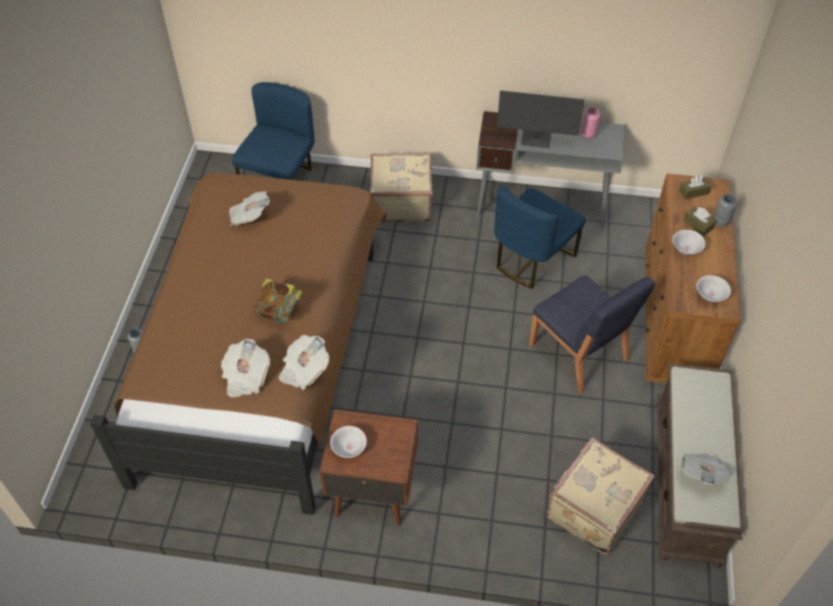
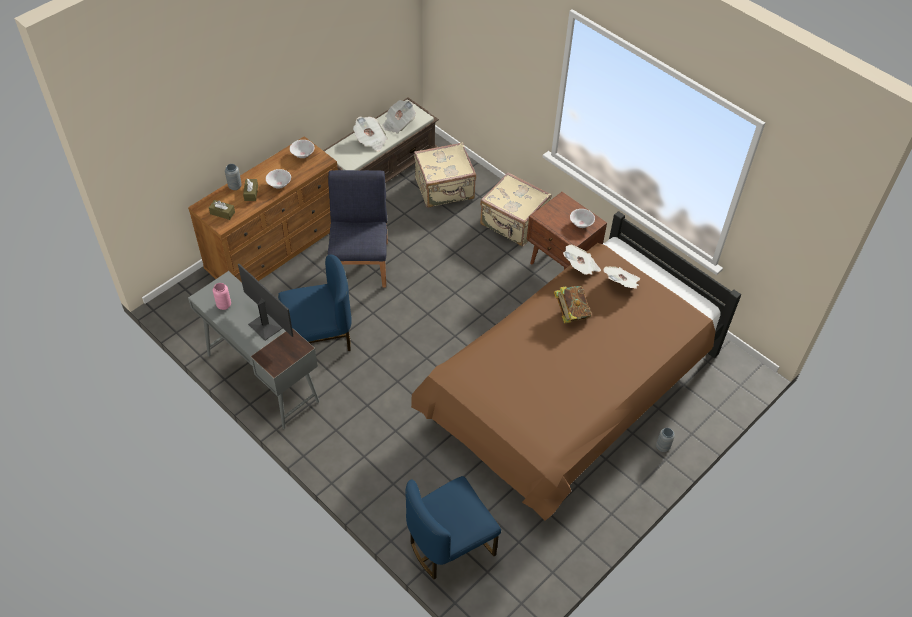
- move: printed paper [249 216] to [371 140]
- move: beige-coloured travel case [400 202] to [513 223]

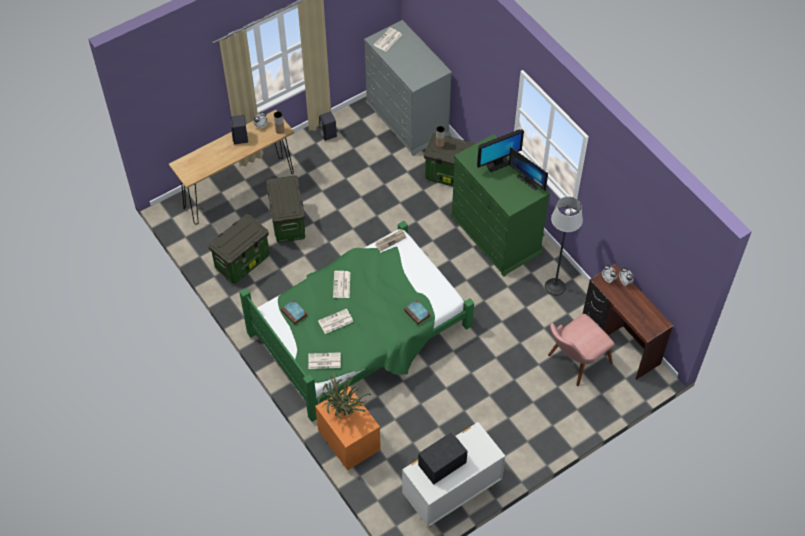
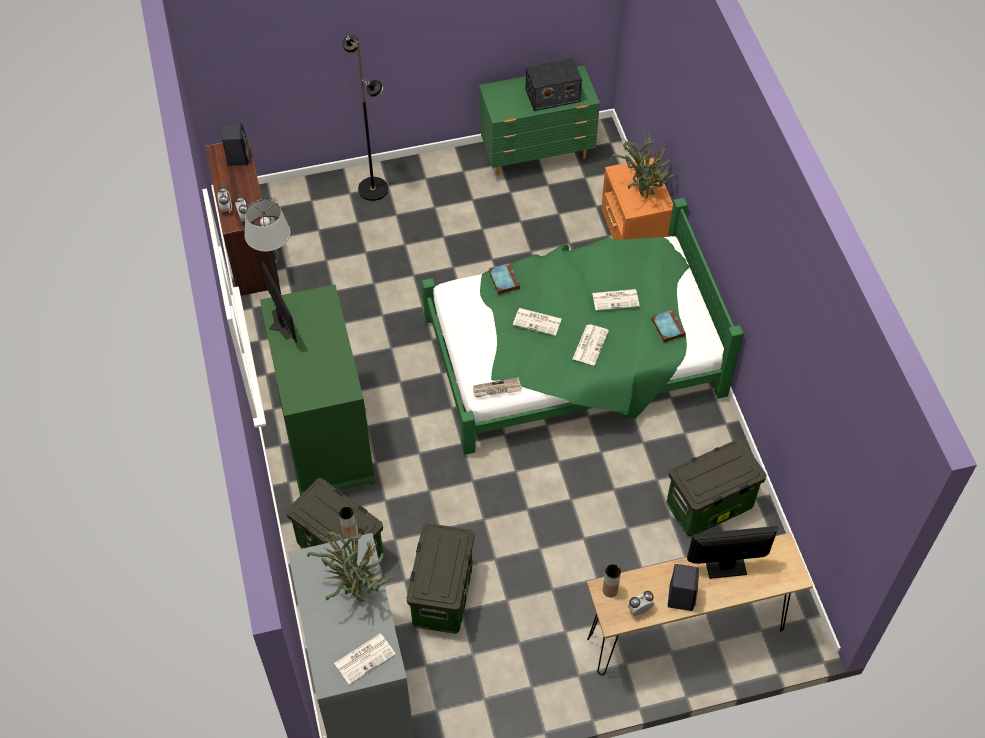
- delete: pink-coloured chair [573 363]
- insert: potted plant [356 587]
- insert: black floor lamp [373 189]
- move: storage bin [288 223] to [442 594]
- move: printed paper [324 361] to [538 322]
- move: black audio speaker [328 134] to [237 156]
- move: computer screen [497 164] to [726 567]
- recolor: whitish dresser [450 494] to green-coloured dresser [537 154]

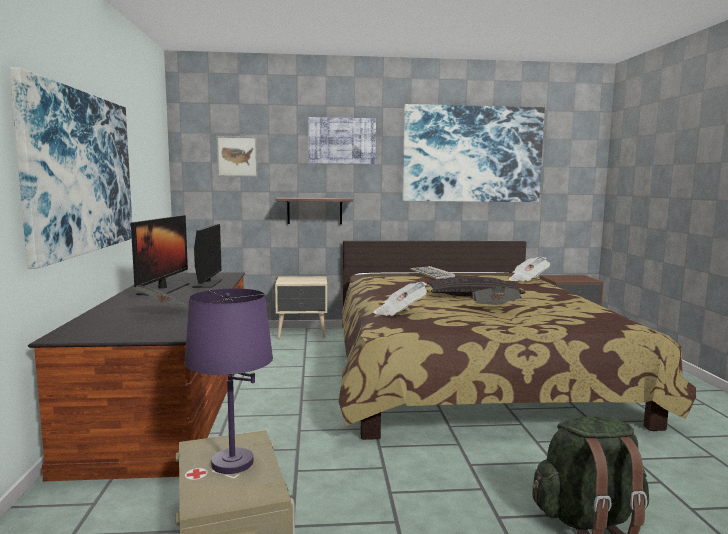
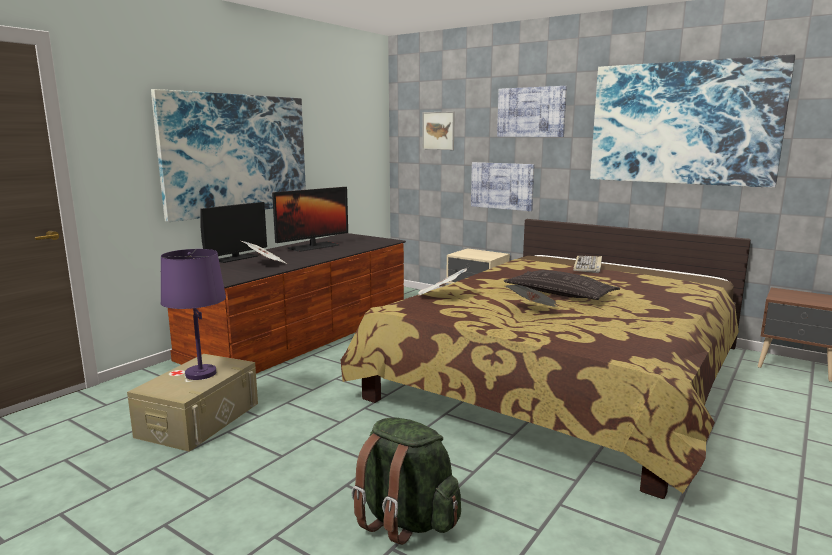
- delete: printed paper [527 279]
- move: computer screen [208 283] to [236 258]
- replace: shelf [314 211] to picture [502 186]

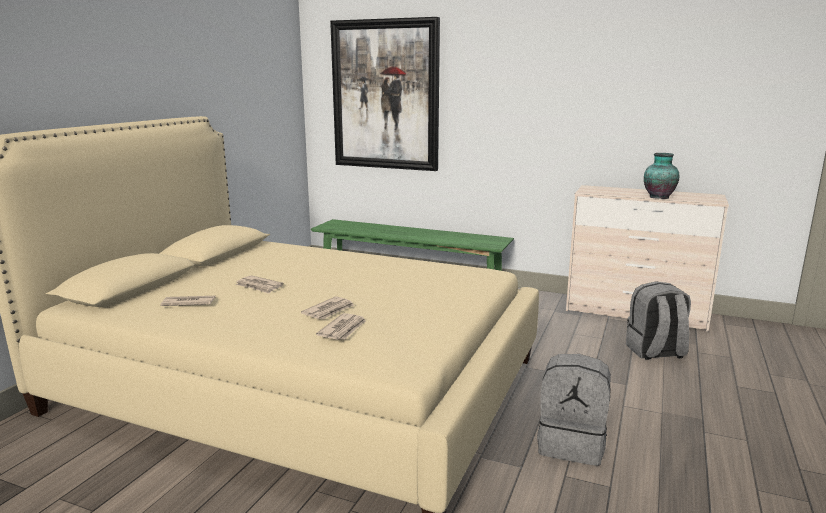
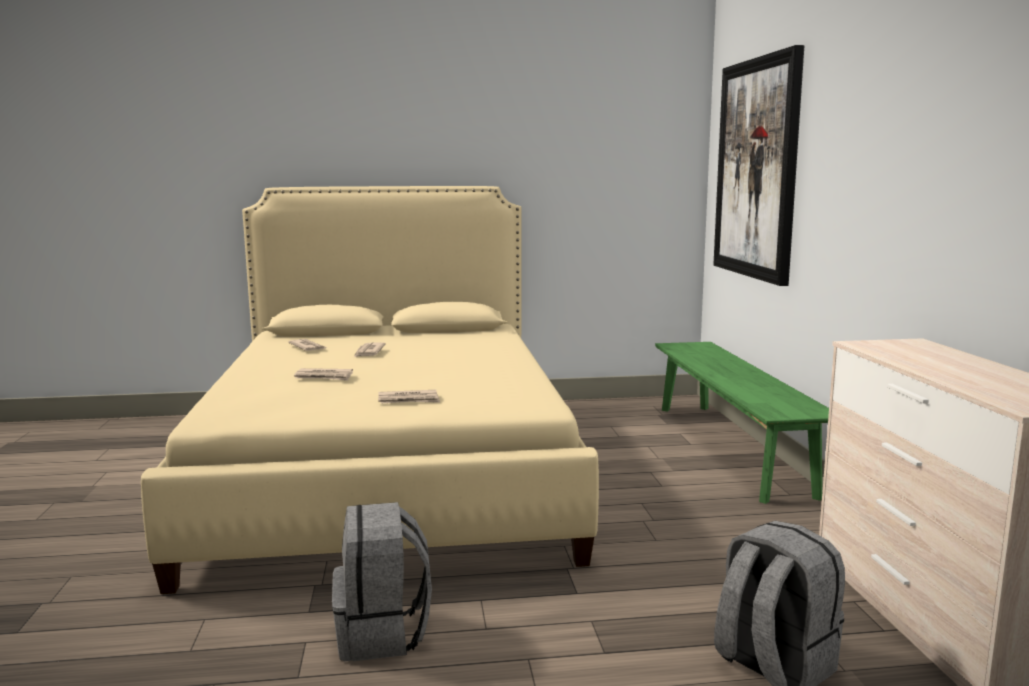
- delete: flower vase [658 197]
- move: printed paper [343 329] to [409 400]

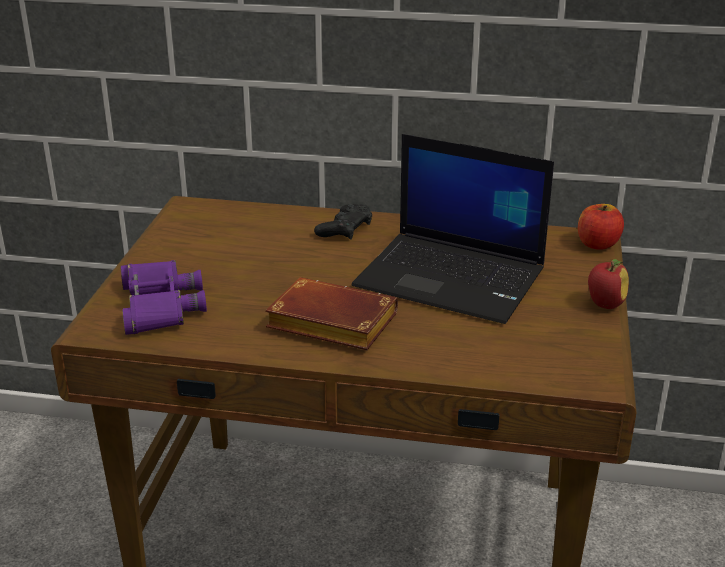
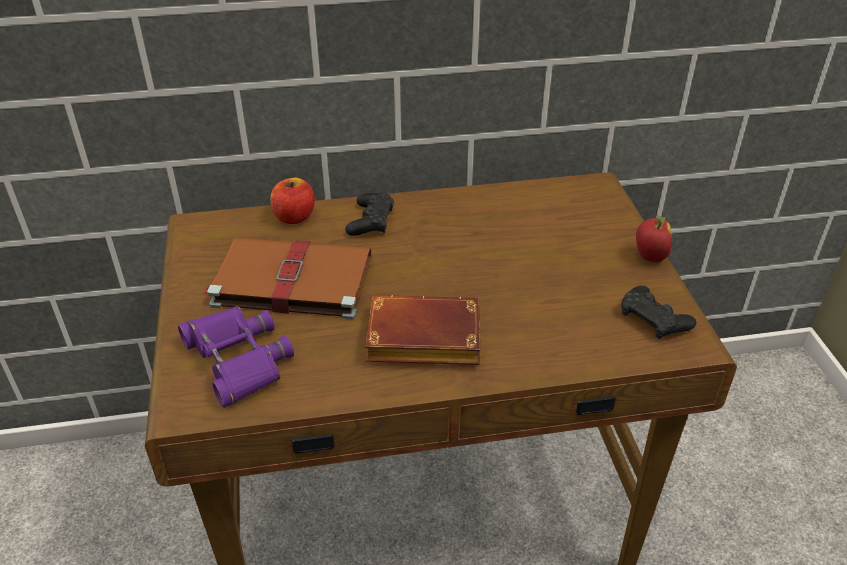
- delete: laptop [453 278]
- insert: brown bound book [290 281]
- insert: black joypad [654 319]
- move: apple fruit [597 244] to [294 217]

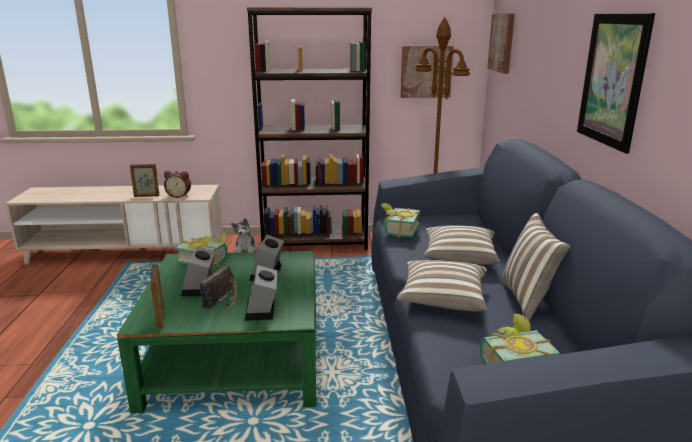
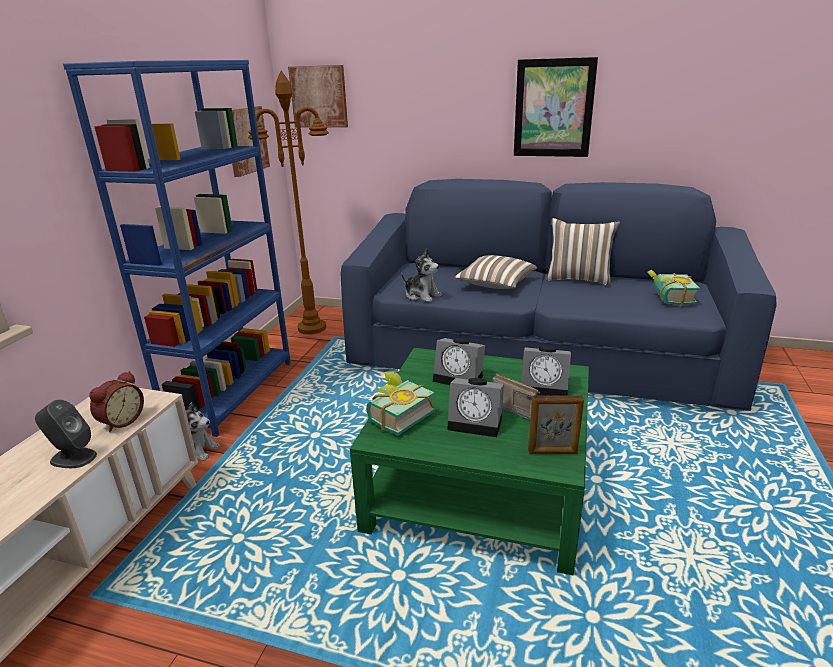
- delete: cushion [442 299]
- replace: picture frame [146 196] to grey audio speaker [73 458]
- replace: bound book [397 230] to plush toy [422 295]
- recolor: brown shelving unit [315 242] to bluish shelving unit [232 392]

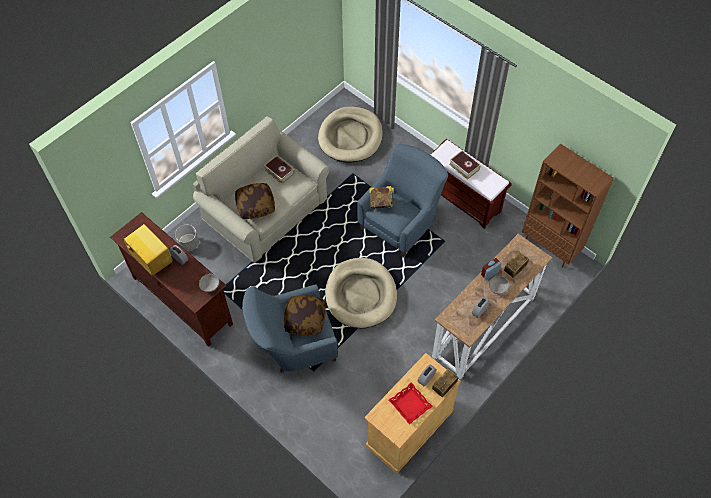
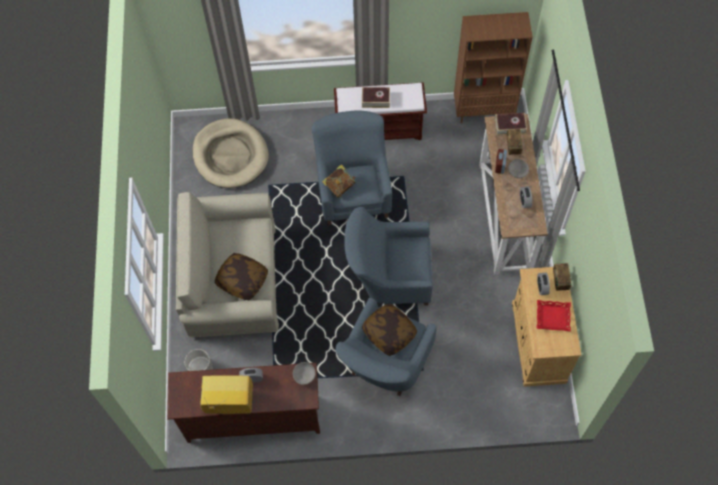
- move: bound book [279 172] to [510 126]
- replace: beige-coloured dog cushion [360 294] to bluish easy chair [389 277]

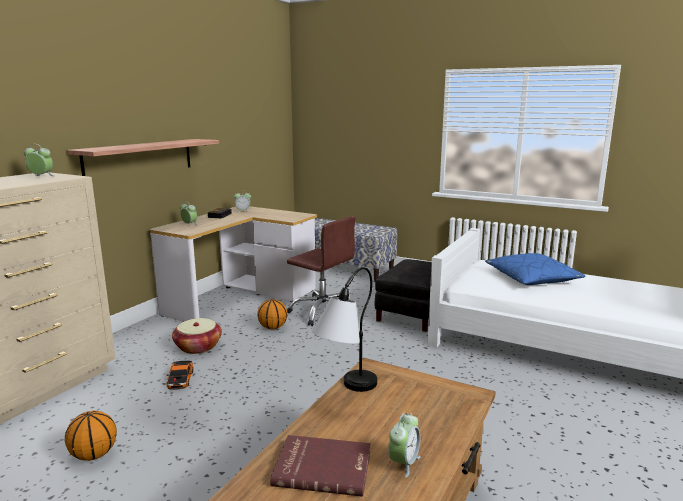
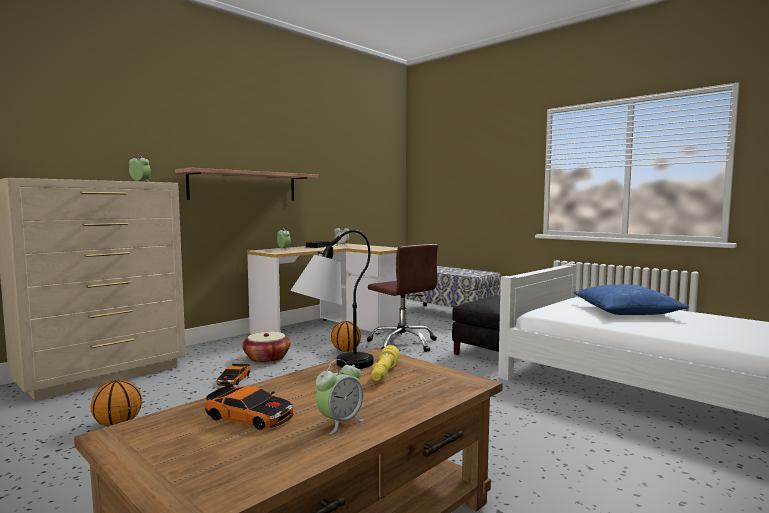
- insert: yellow-coloured torch [384 374]
- replace: red bound book [323 467] to model car [251 415]

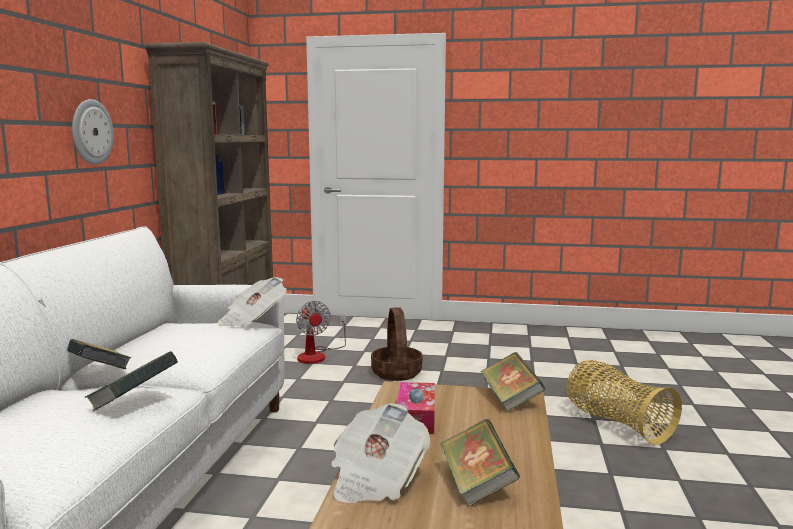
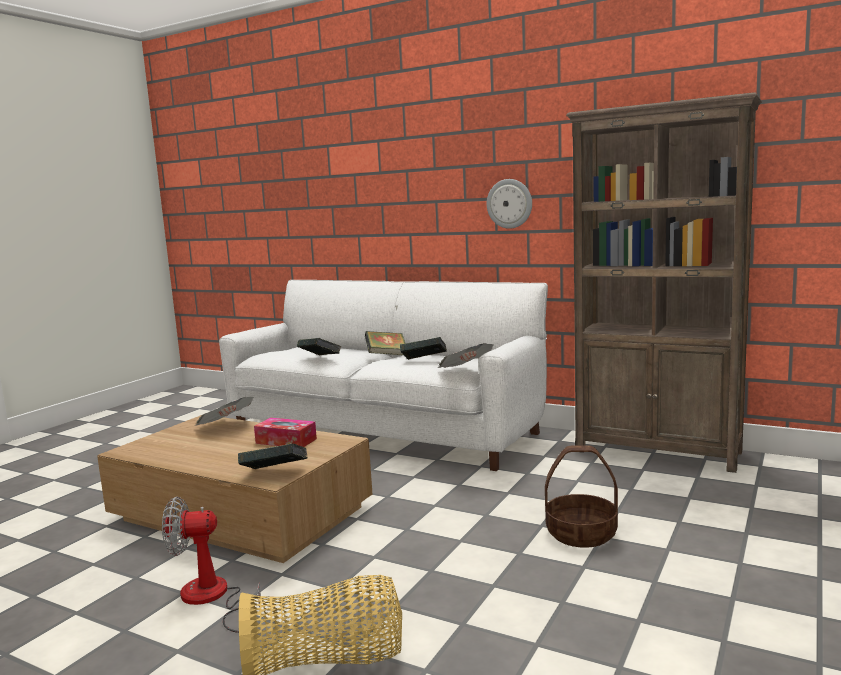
- move: electric fan [317 355] to [212 598]
- move: bound book [477 485] to [424 361]

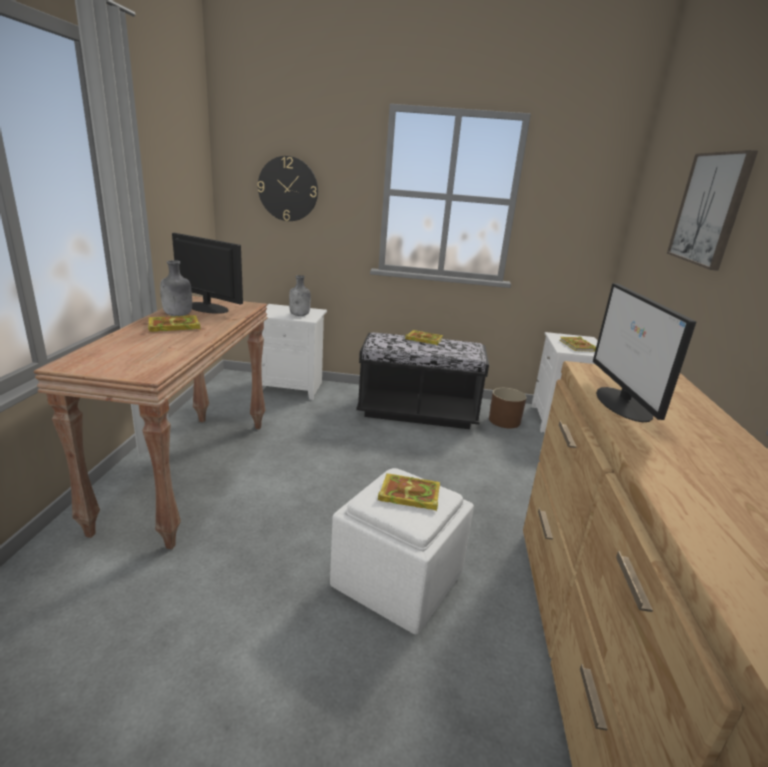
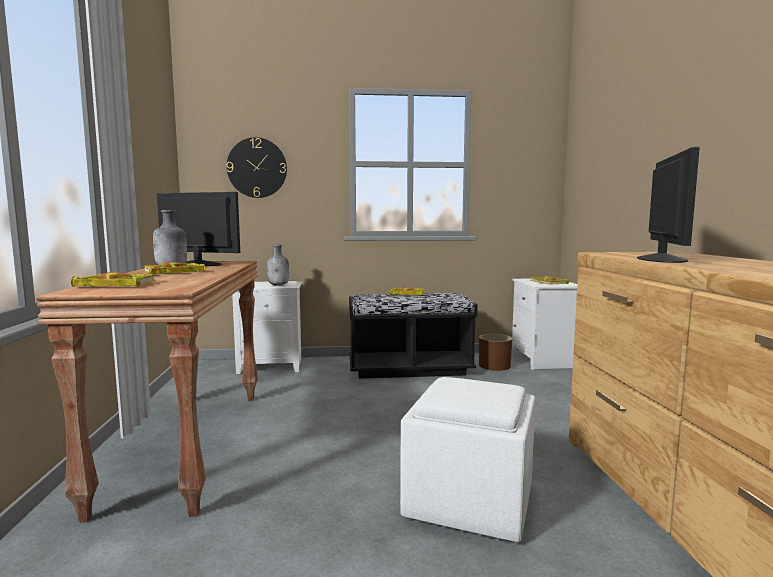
- delete: picture [710 209]
- move: bound book [408 495] to [114 284]
- rotate: computer screen [623 404] = [661 259] 150 degrees counterclockwise

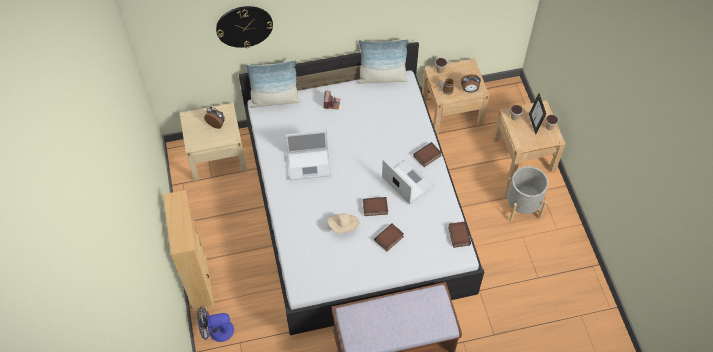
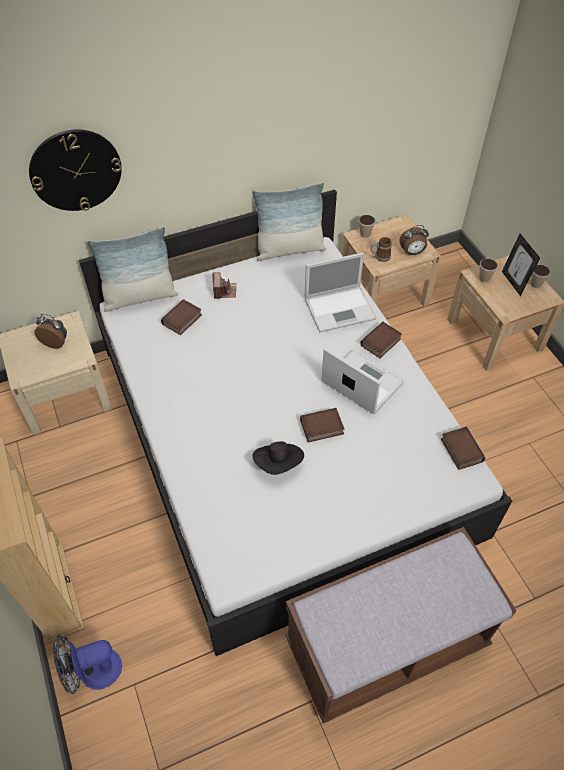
- delete: grey flower pot [522 206]
- move: laptop [310 164] to [341 308]
- move: bound book [389 239] to [182 320]
- recolor: beige-coloured clothing hat [344 226] to black clothing hat [279 463]

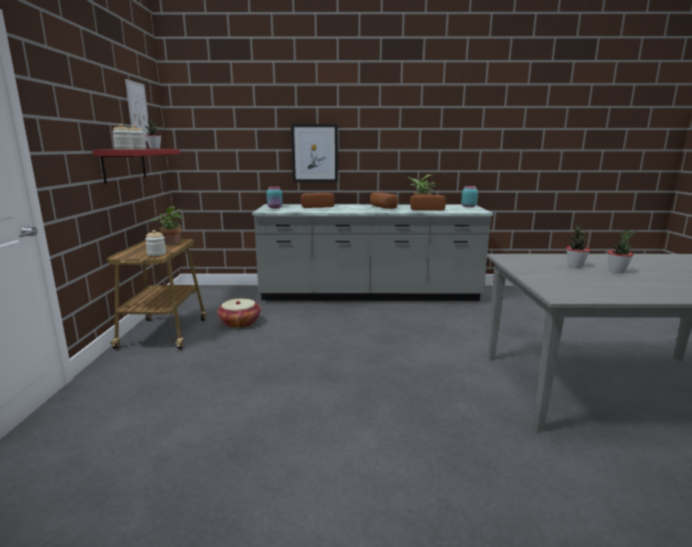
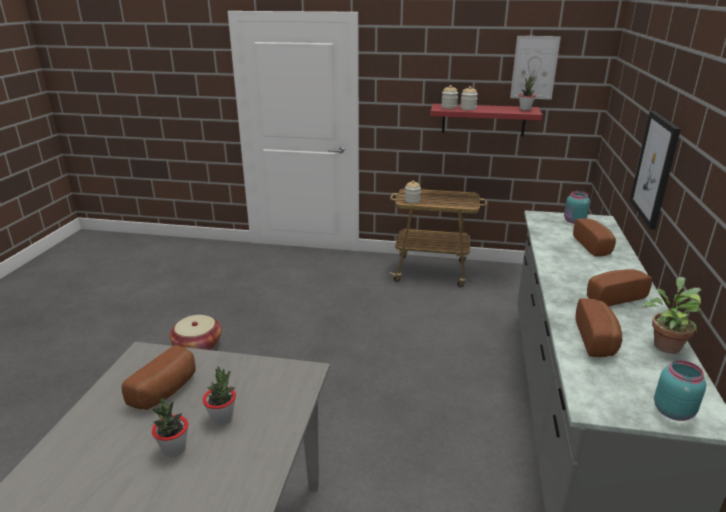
- delete: potted plant [172 242]
- insert: bakery bread [167 390]
- move: household basket [239 323] to [197 345]

